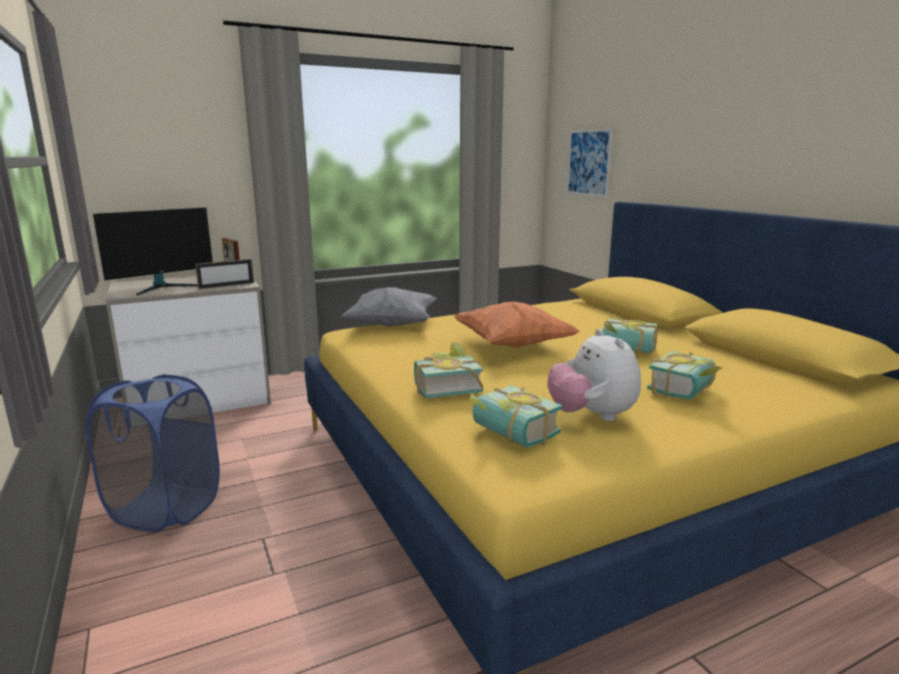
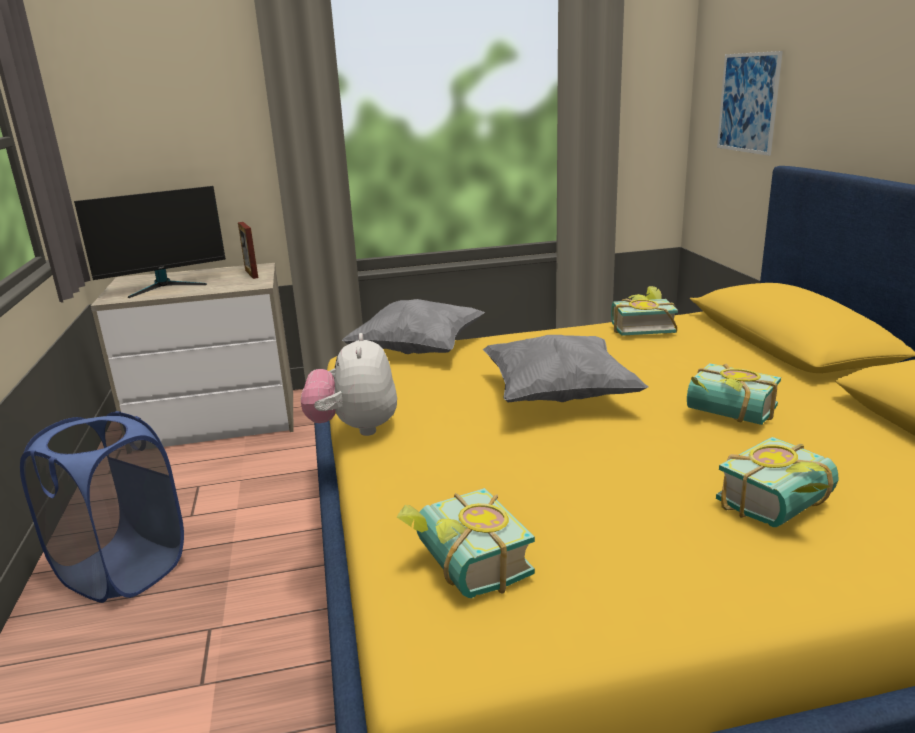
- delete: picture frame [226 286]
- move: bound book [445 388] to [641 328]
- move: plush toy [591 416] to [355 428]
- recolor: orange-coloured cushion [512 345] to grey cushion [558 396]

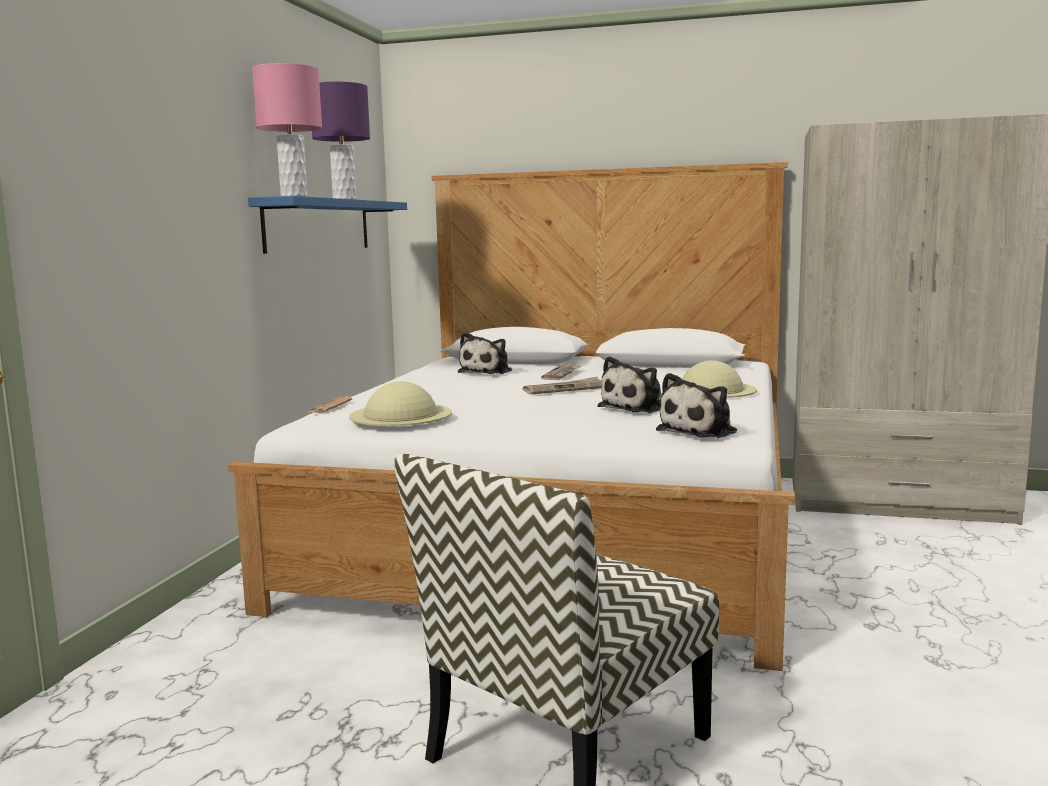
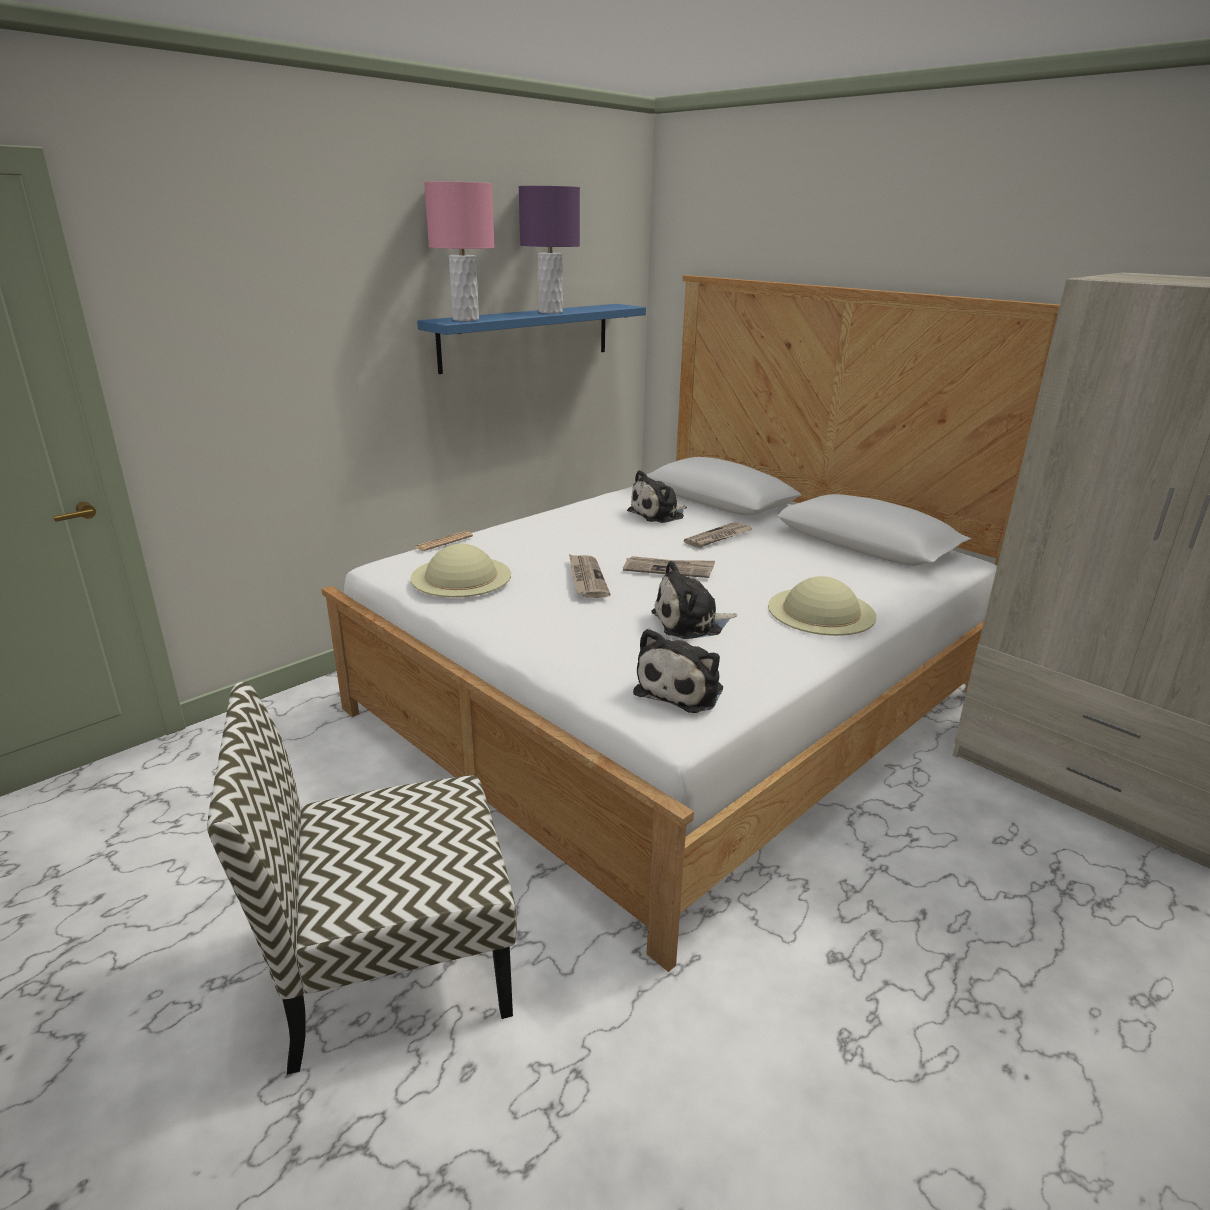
- insert: printed paper [586 578]
- rotate: plush toy [700 431] = [682 689] 45 degrees counterclockwise

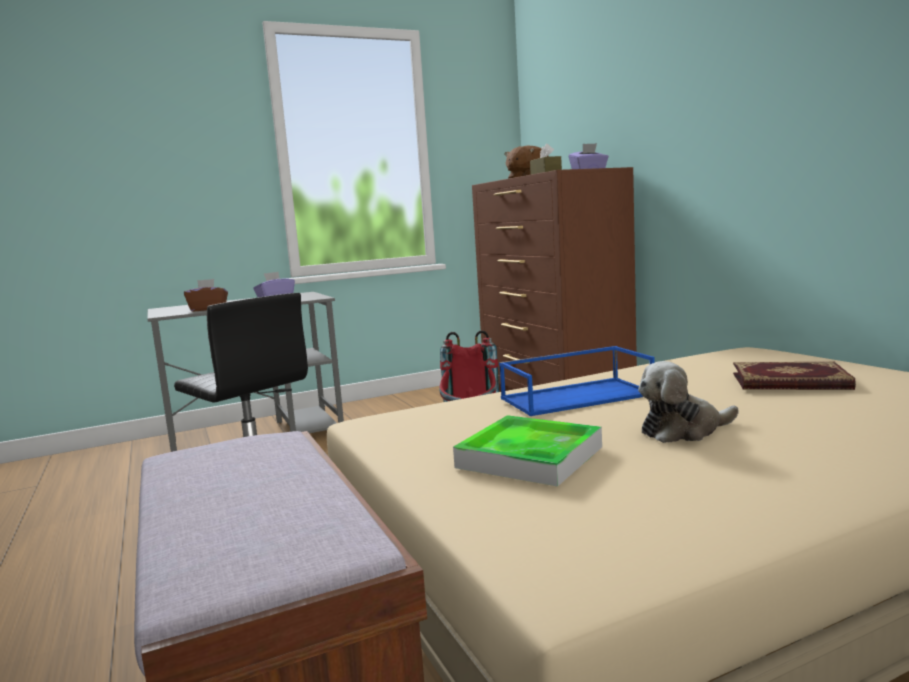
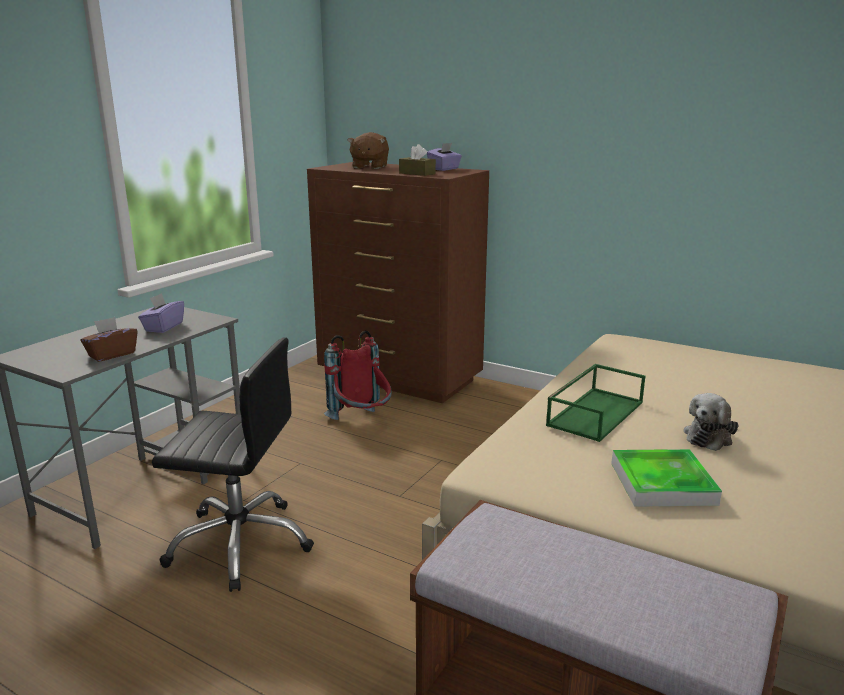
- delete: bound book [790 382]
- recolor: bluish tray [577 396] to green-coloured tray [595 413]

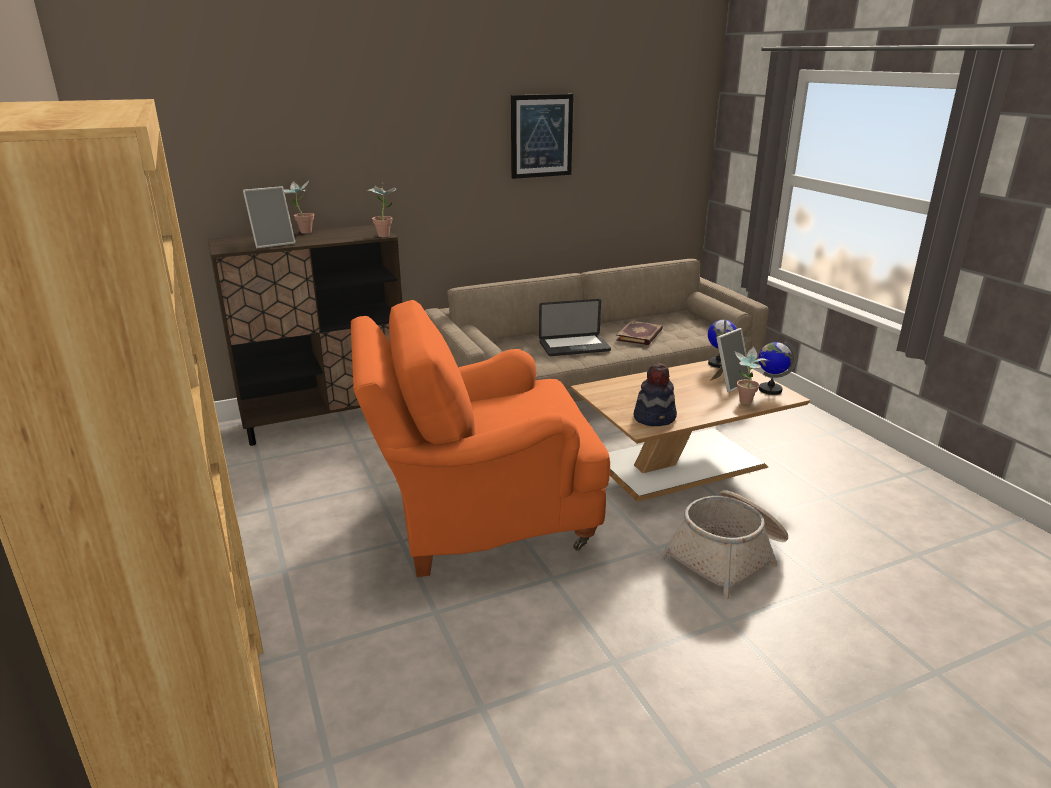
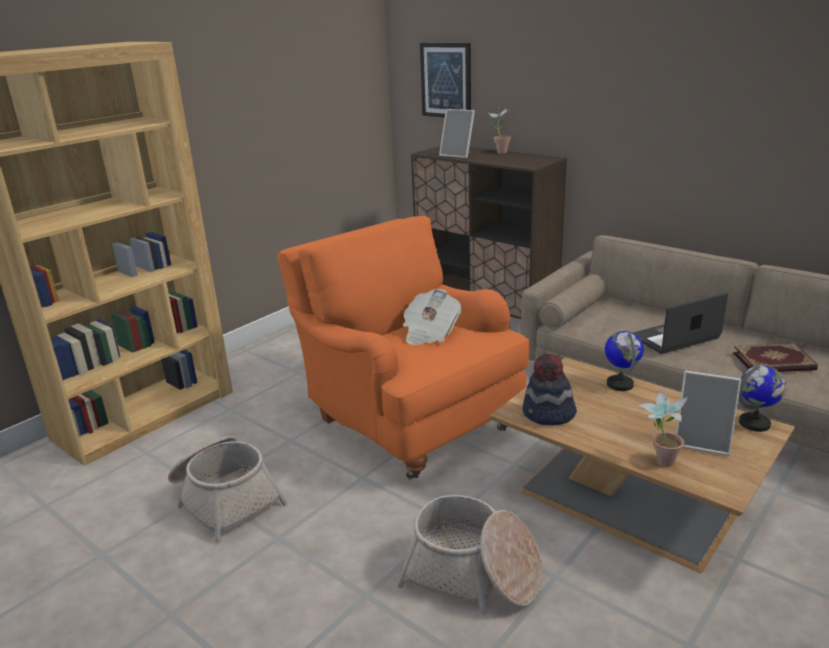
- delete: potted plant [386 235]
- insert: household basket [225 499]
- insert: printed paper [429 333]
- move: picture [541 136] to [446 80]
- move: desk globe [770 390] to [620 384]
- rotate: laptop [574 347] = [675 338] 105 degrees clockwise

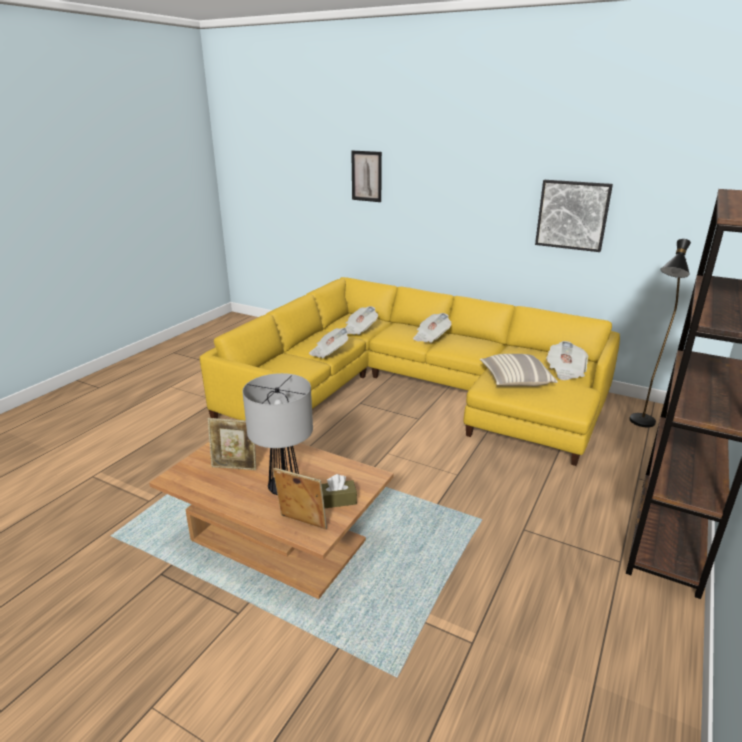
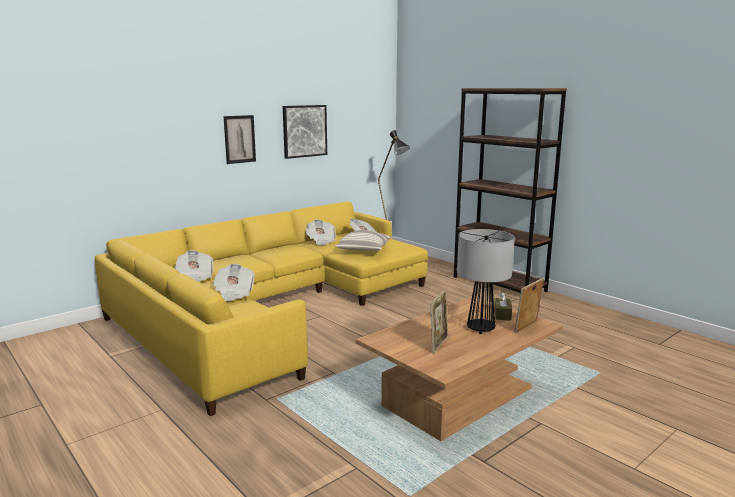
- move: picture [366 176] to [239 139]
- move: printed paper [431 337] to [321 241]

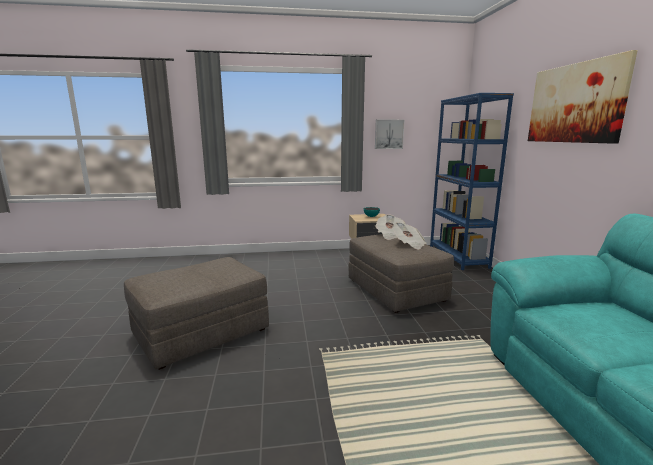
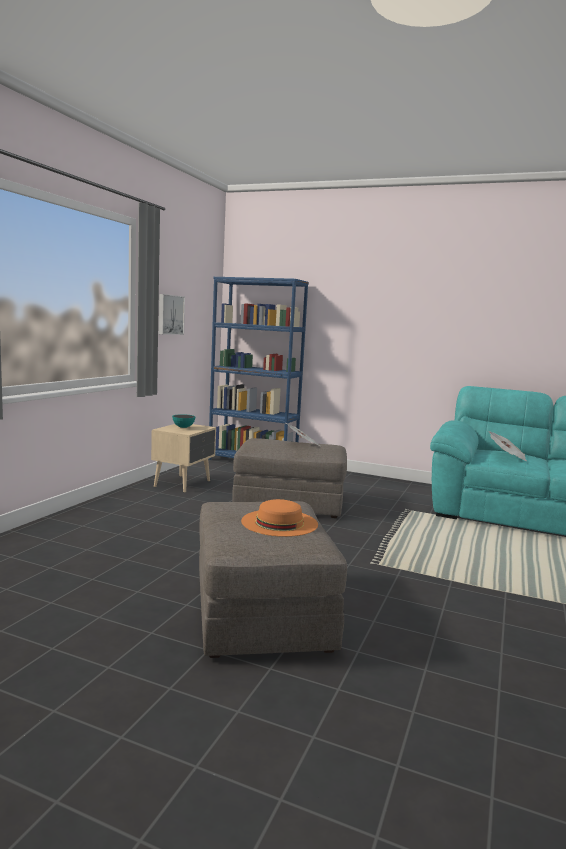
- delete: picture [574 103]
- insert: orange-coloured clothing hat [279 522]
- move: printed paper [390 235] to [507 457]

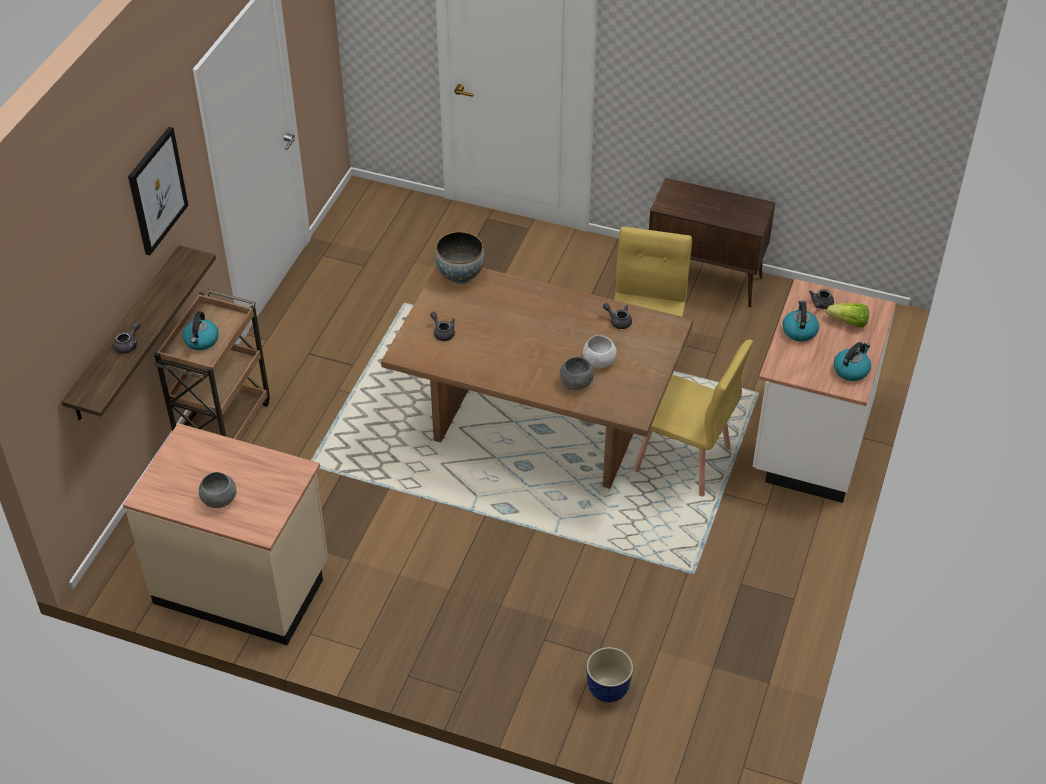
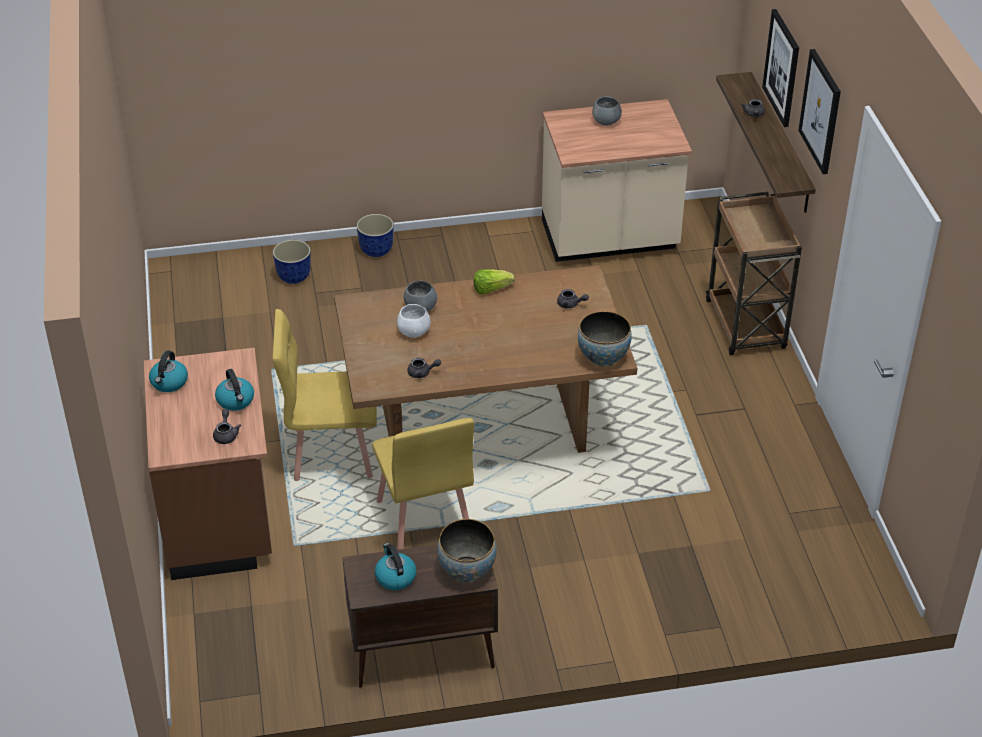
- insert: flower pot [376 251]
- insert: serving bowl [467 570]
- insert: picture [782 67]
- move: tea kettle [201 341] to [395 577]
- move: lettuce [848 322] to [491 289]
- recolor: whitish counter [809 440] to brown counter [220 518]

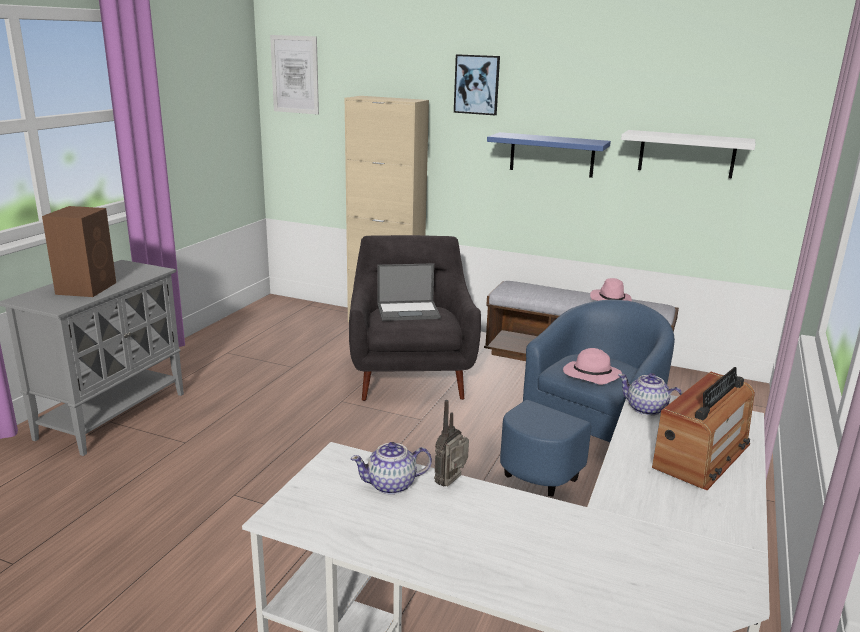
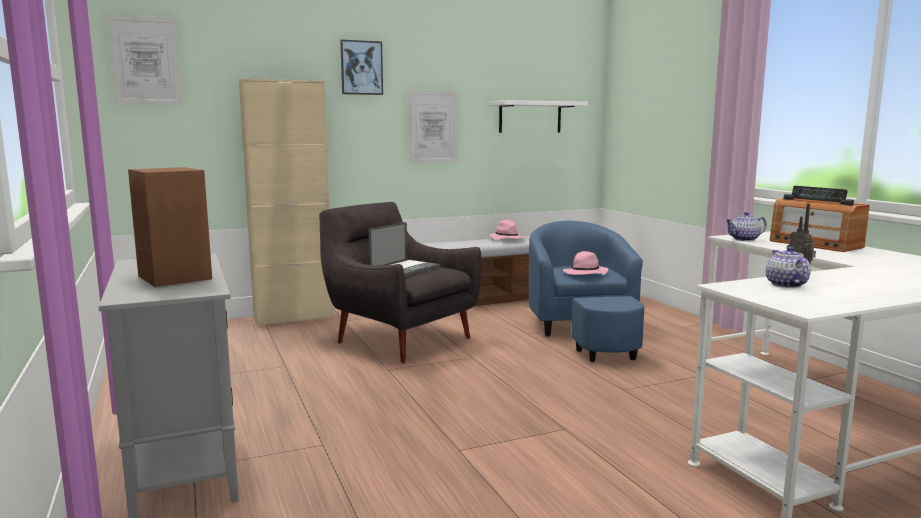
- replace: bluish shelf [552 155] to picture [433 127]
- rotate: teapot [392 485] = [786 285] 150 degrees clockwise
- rotate: radio set [701 455] = [815 244] 150 degrees clockwise

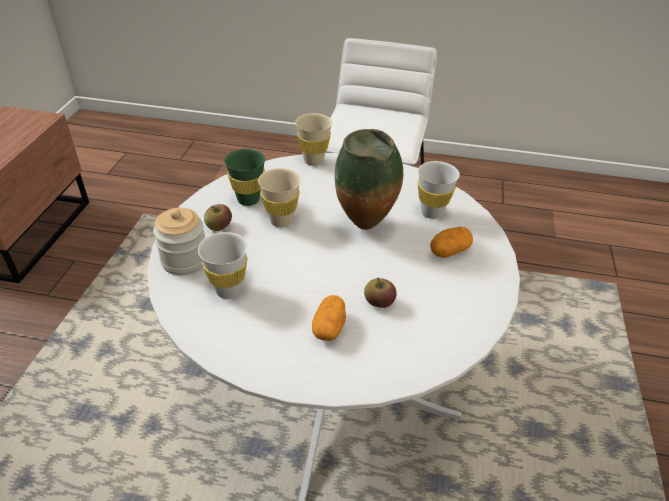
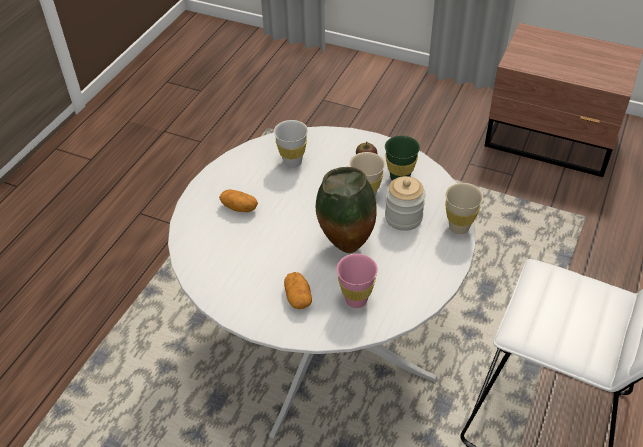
- delete: apple fruit [379 302]
- move: preserve jar [185 260] to [403 217]
- recolor: whitish drinking cup [431 212] to pink-coloured drinking cup [356 300]

